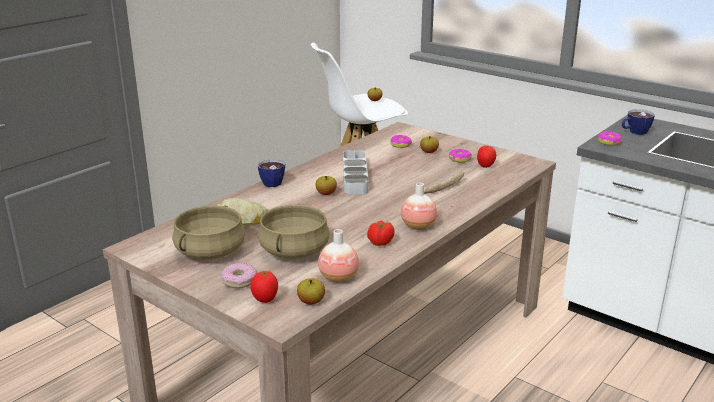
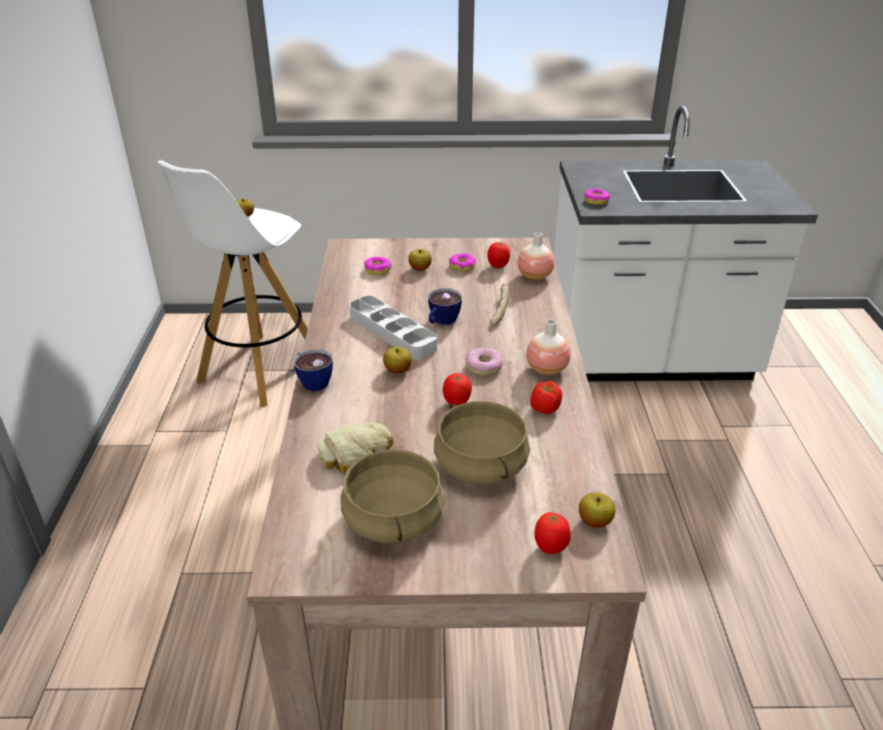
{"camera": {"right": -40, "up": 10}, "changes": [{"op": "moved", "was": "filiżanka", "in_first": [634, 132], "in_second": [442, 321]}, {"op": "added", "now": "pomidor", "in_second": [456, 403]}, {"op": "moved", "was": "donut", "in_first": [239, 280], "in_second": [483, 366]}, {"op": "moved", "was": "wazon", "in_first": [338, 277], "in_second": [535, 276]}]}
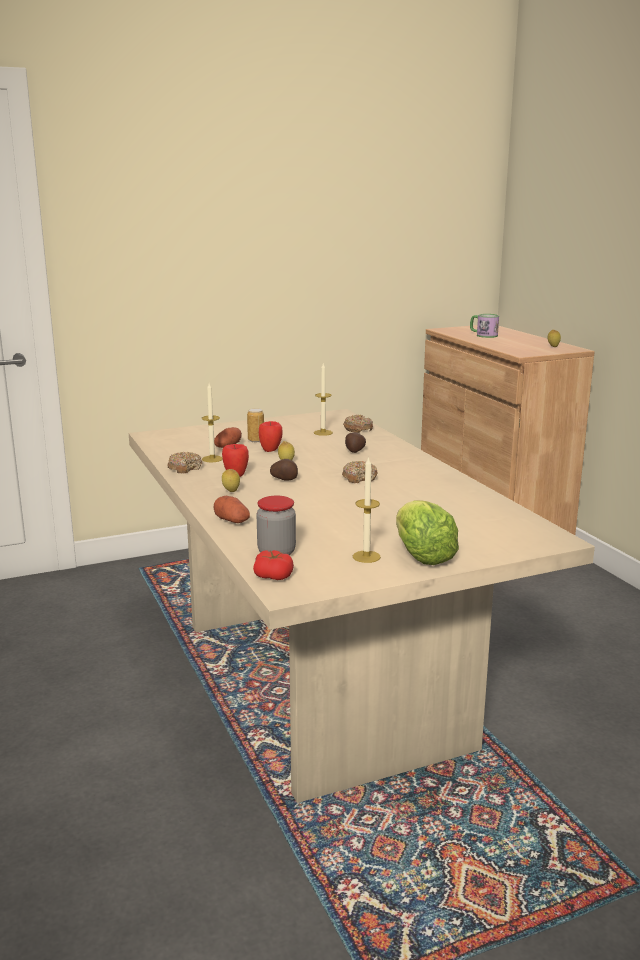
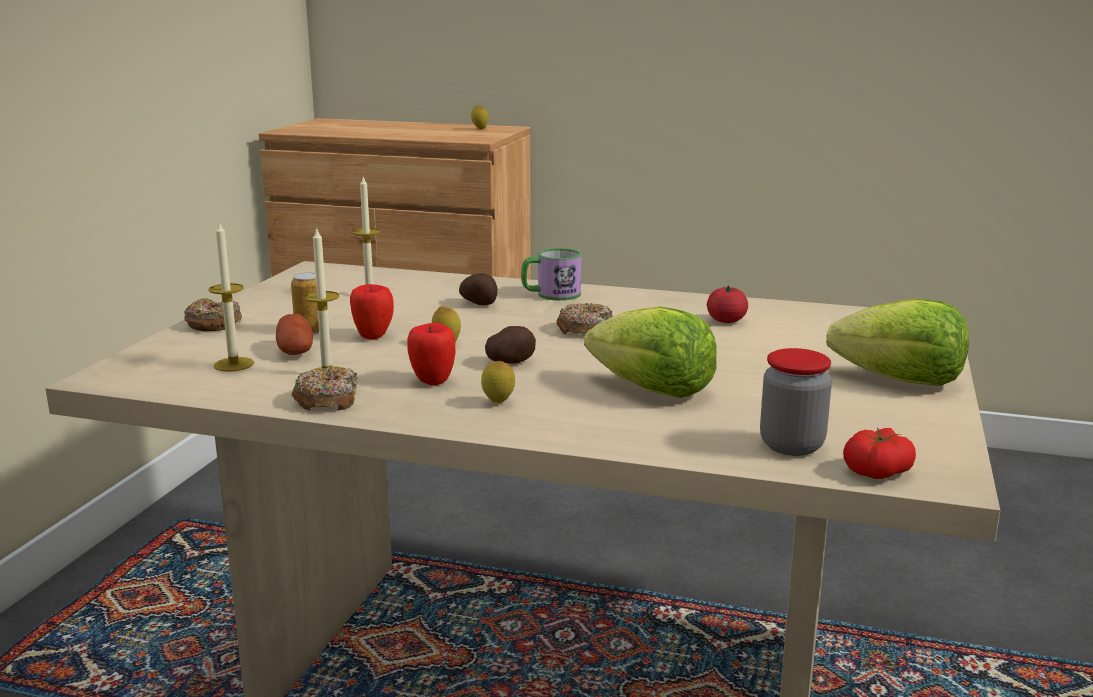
{"camera": {"right": -50, "up": 0}, "changes": [{"op": "moved", "was": "donut", "in_first": [357, 429], "in_second": [213, 324]}, {"op": "moved", "was": "świeca", "in_first": [366, 556], "in_second": [234, 364]}, {"op": "moved", "was": "kubek", "in_first": [483, 335], "in_second": [551, 295]}, {"op": "added", "now": "sałata", "in_second": [652, 390]}, {"op": "added", "now": "pomidor", "in_second": [726, 321]}, {"op": "removed", "was": "ziemniak", "in_first": [232, 520]}]}
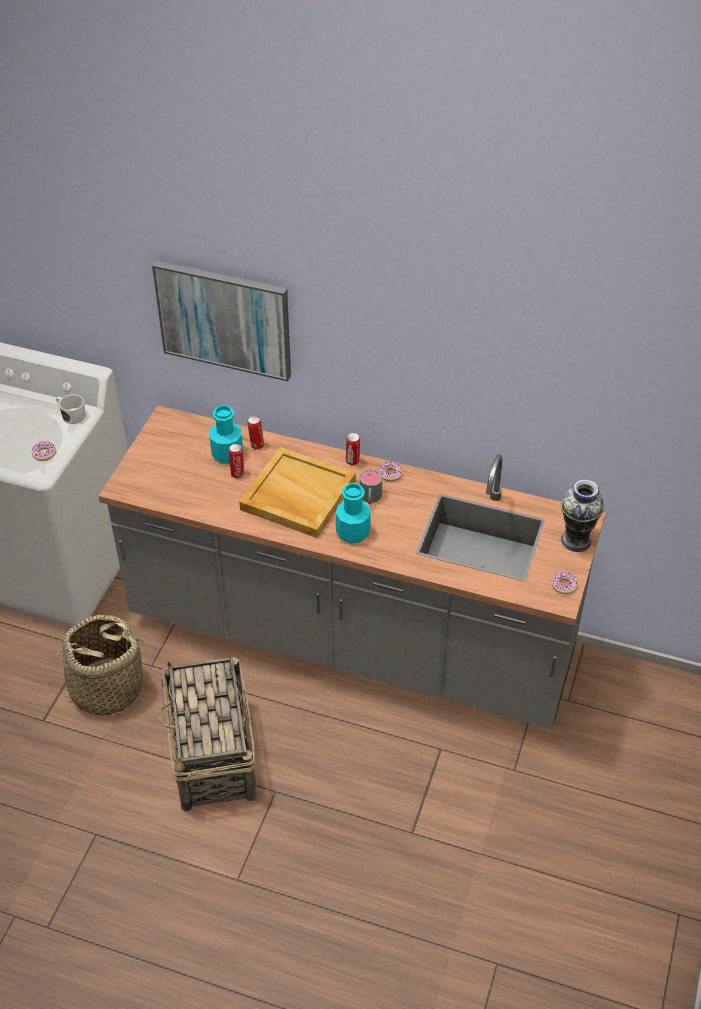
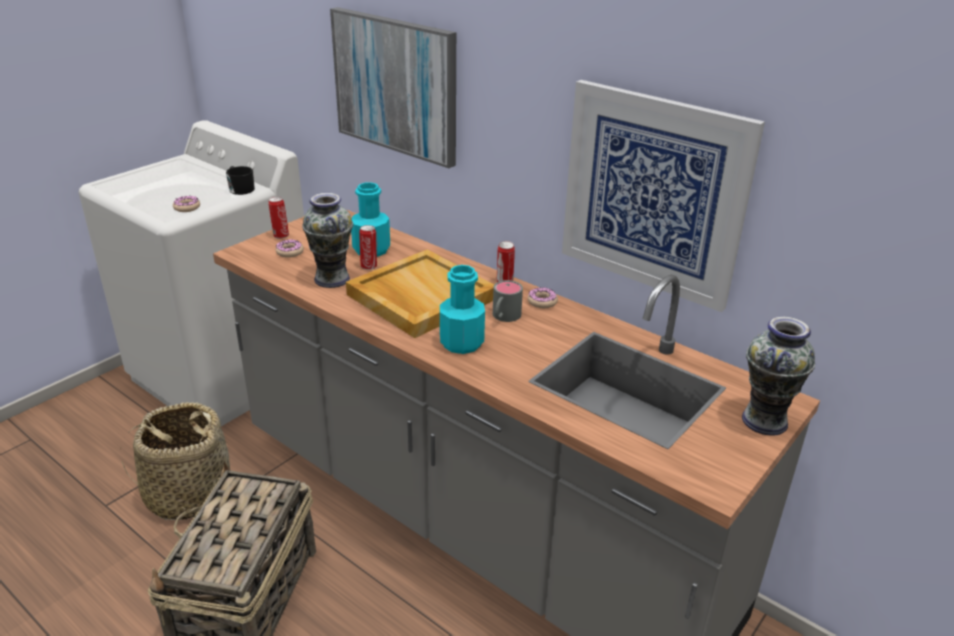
{"camera": {"right": 20, "up": -15}, "changes": [{"op": "recoloured", "was": "kubek (biały)", "now": "kubek (czarny)", "in_first": [71, 415], "in_second": [240, 188]}, {"op": "moved", "was": "puszka", "in_first": [256, 445], "in_second": [280, 235]}, {"op": "moved", "was": "donut", "in_first": [564, 585], "in_second": [290, 252]}, {"op": "added", "now": "wazon", "in_second": [331, 279]}, {"op": "added", "now": "obraz", "in_second": [653, 194]}]}
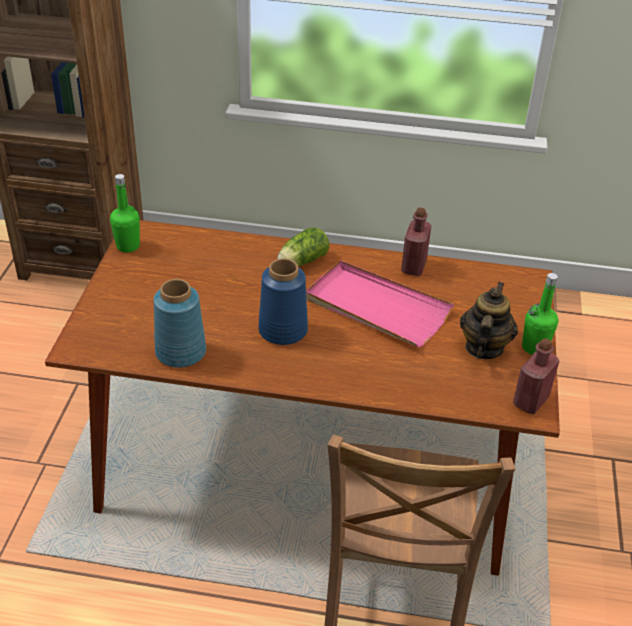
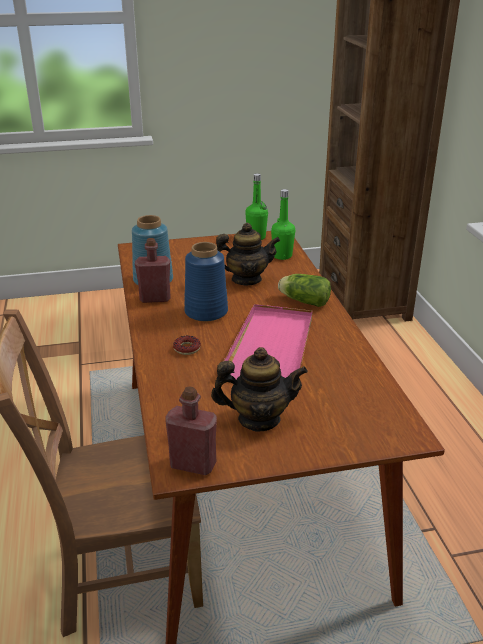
{"camera": {"right": 70, "up": -10}, "changes": [{"op": "moved", "was": "butelka (czerwony)", "in_first": [413, 267], "in_second": [155, 298]}, {"op": "added", "now": "donut", "in_second": [187, 348]}, {"op": "added", "now": "imbryk", "in_second": [246, 280]}, {"op": "moved", "was": "butelka (zielony)", "in_first": [534, 347], "in_second": [282, 256]}]}
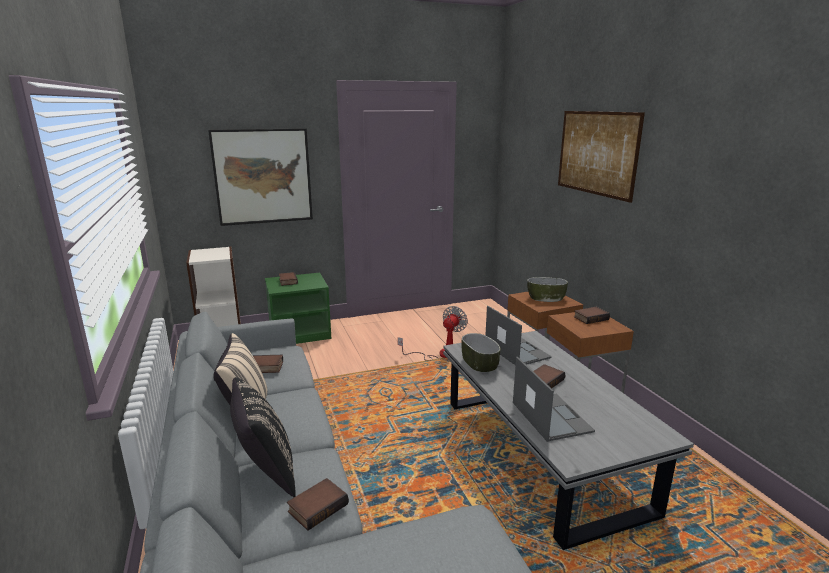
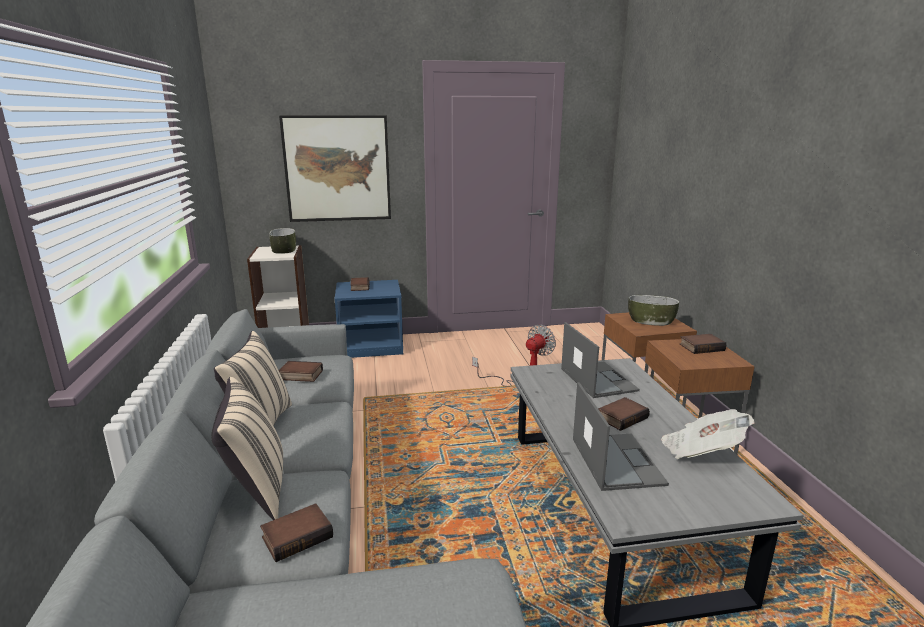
{"camera": {"right": 10, "up": 0}, "changes": [{"op": "recoloured", "was": "poduszka (czarny)", "now": "poduszka (beżowy)", "in_first": [266, 473], "in_second": [256, 490]}, {"op": "moved", "was": "miska", "in_first": [479, 364], "in_second": [283, 250]}, {"op": "recoloured", "was": "szafka nocna (zielony)", "now": "szafka nocna (niebieski)", "in_first": [300, 333], "in_second": [371, 346]}, {"op": "added", "now": "gazeta", "in_second": [701, 451]}, {"op": "removed", "was": "obraz", "in_first": [596, 153]}]}
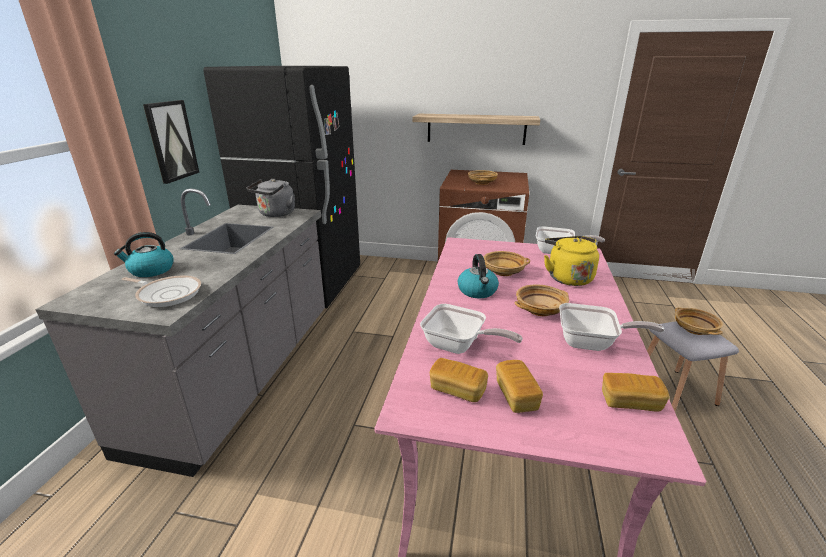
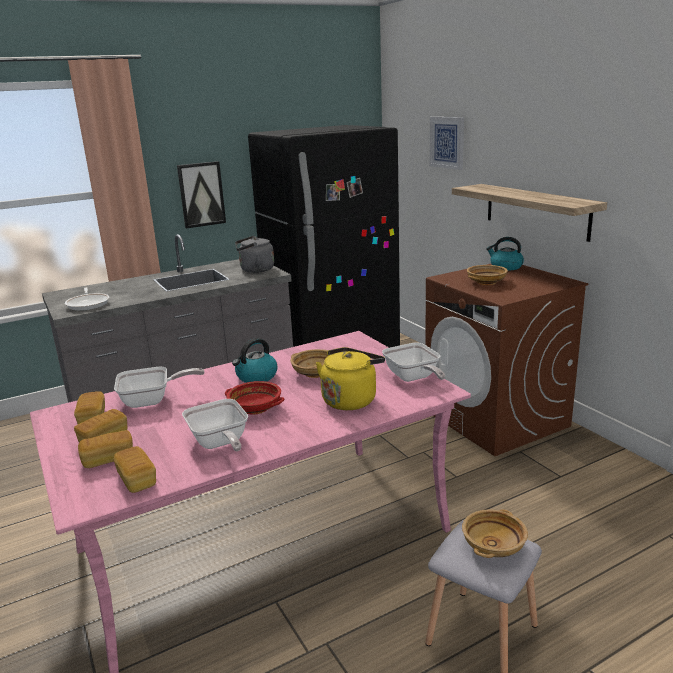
{"camera": {"right": 50, "up": -5}, "changes": [{"op": "added", "now": "chleb", "in_second": [108, 459]}, {"op": "turned", "was": "patelnia", "in_first": [459, 346], "in_second": [152, 400], "clockwise": -90}, {"op": "recoloured", "was": "miska (beżowy)", "now": "miska (czerwony)", "in_first": [540, 310], "in_second": [256, 408]}, {"op": "added", "now": "obraz", "in_second": [447, 142]}, {"op": "moved", "was": "czajnik", "in_first": [151, 270], "in_second": [505, 267]}]}
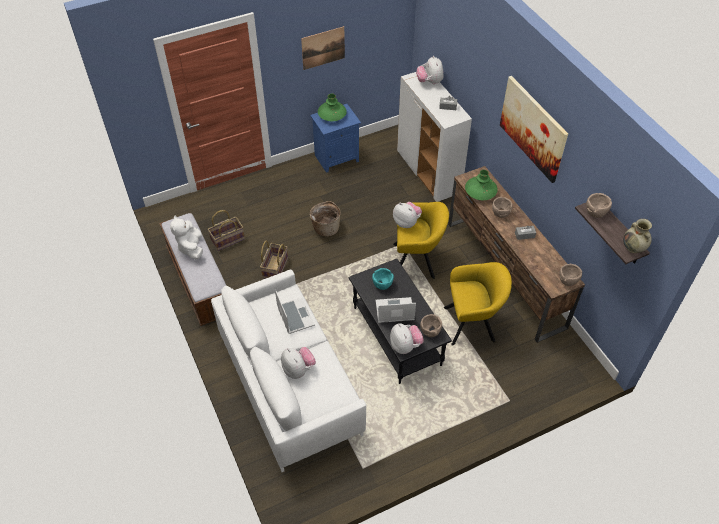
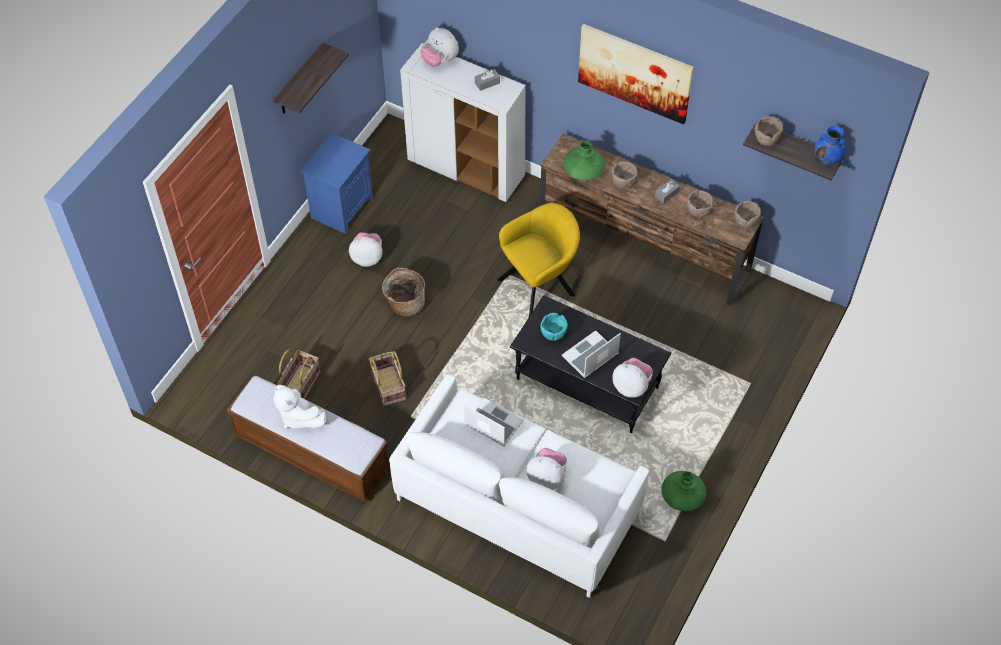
{"camera": {"right": -35, "up": 5}, "changes": [{"op": "replaced", "was": "obraz", "now": "półka", "in_first": [323, 48], "in_second": [299, 81]}, {"op": "moved", "was": "pluszak", "in_first": [406, 222], "in_second": [367, 258]}, {"op": "moved", "was": "wazon (zielony)", "in_first": [332, 115], "in_second": [683, 495]}, {"op": "moved", "was": "miska (brązowy)", "in_first": [430, 331], "in_second": [698, 210]}, {"op": "recoloured", "was": "wazon (beżowy)", "now": "wazon (niebieski)", "in_first": [633, 248], "in_second": [827, 159]}, {"op": "removed", "was": "fotel (żółty)", "in_first": [472, 324]}]}
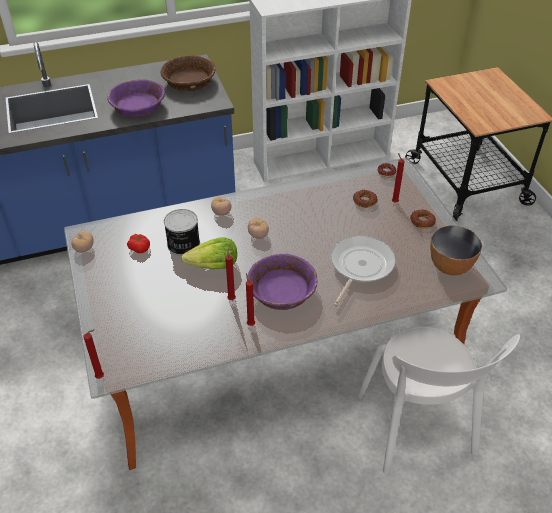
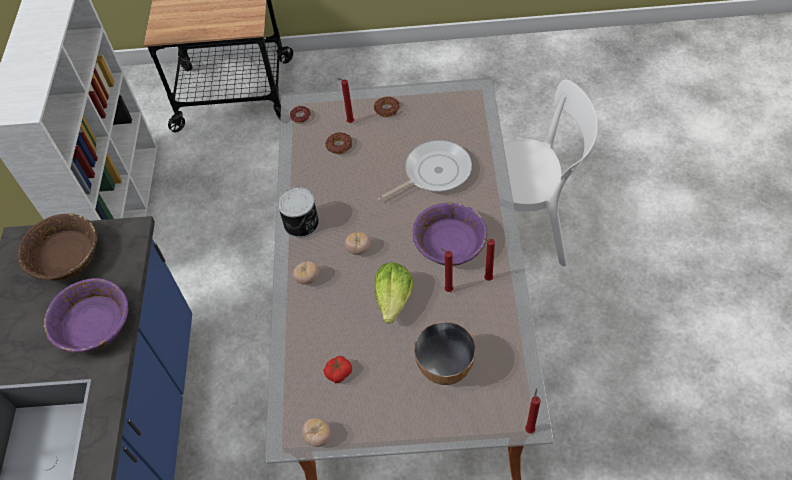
{"camera": {"right": -70, "up": 10}, "changes": [{"op": "moved", "was": "puszka", "in_first": [183, 245], "in_second": [302, 223]}, {"op": "turned", "was": "patelnia", "in_first": [360, 266], "in_second": [434, 172], "clockwise": 105}, {"op": "moved", "was": "miska", "in_first": [450, 267], "in_second": [445, 367]}]}
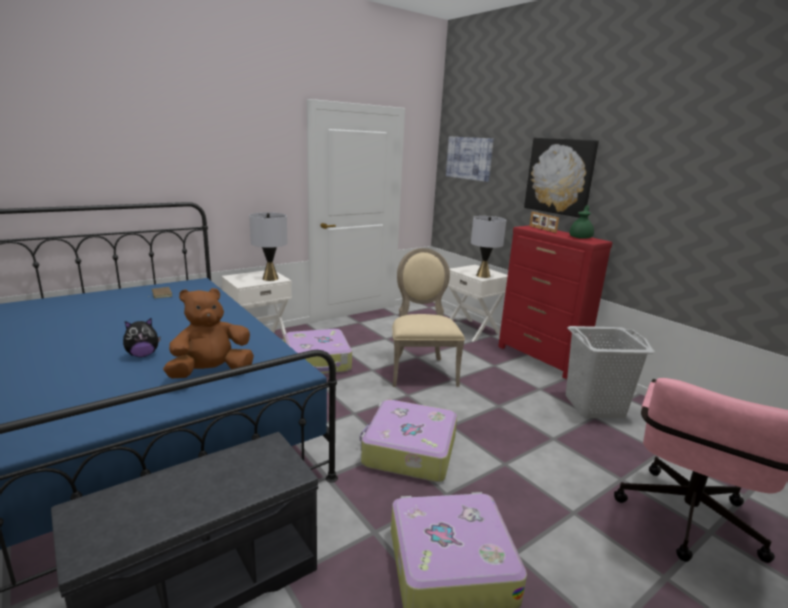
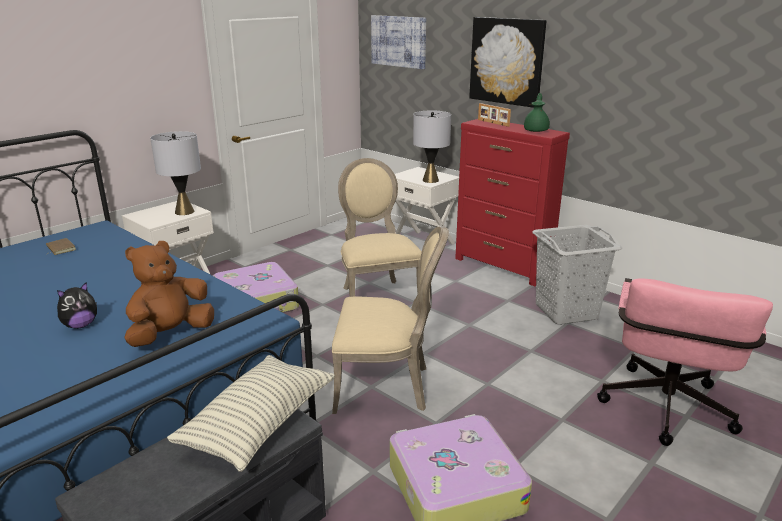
{"camera": {"right": -10, "up": 5}, "changes": [{"op": "added", "now": "poduszka", "in_second": [259, 424]}, {"op": "replaced", "was": "walizka", "now": "krzesło (beżowy)", "in_first": [408, 451], "in_second": [386, 386]}]}
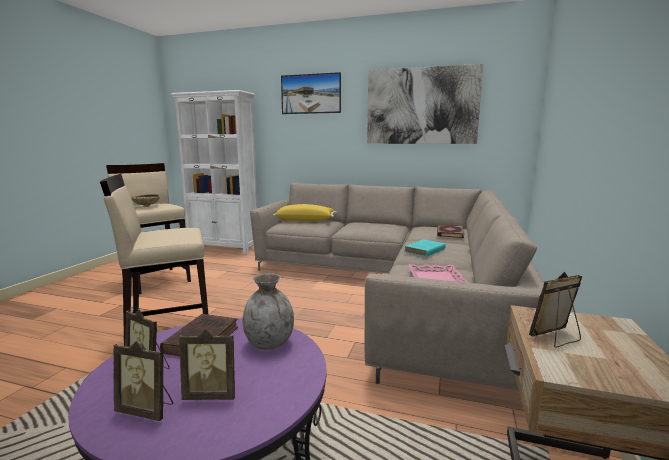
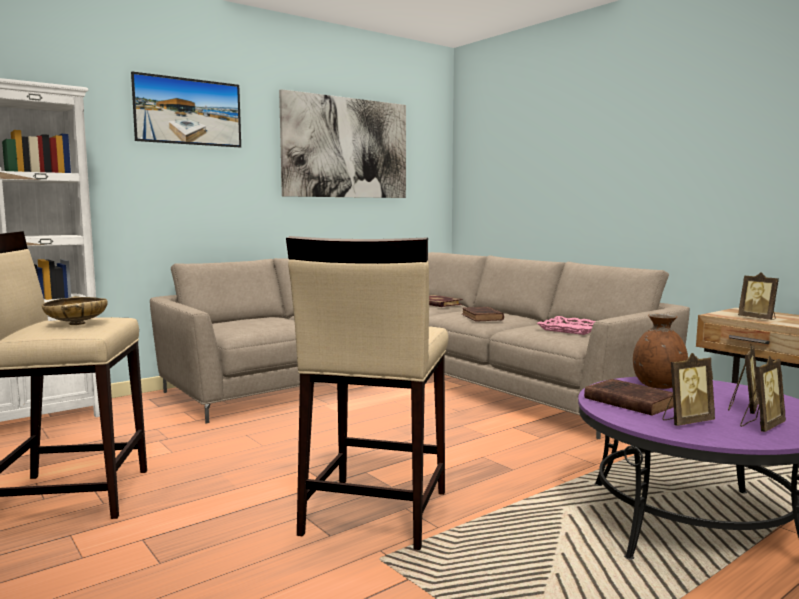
{"camera": {"right": -55, "up": -5}, "changes": [{"op": "recoloured", "was": "książka (turkusowy)", "now": "książka (brązowy)", "in_first": [424, 250], "in_second": [482, 317]}, {"op": "recoloured", "was": "wazon (szary)", "now": "wazon (brązowy)", "in_first": [270, 343], "in_second": [658, 386]}, {"op": "turned", "was": "ramka na zdjęcie", "in_first": [556, 338], "in_second": [758, 318], "clockwise": -45}, {"op": "removed", "was": "poduszka (żółty)", "in_first": [305, 220]}]}
